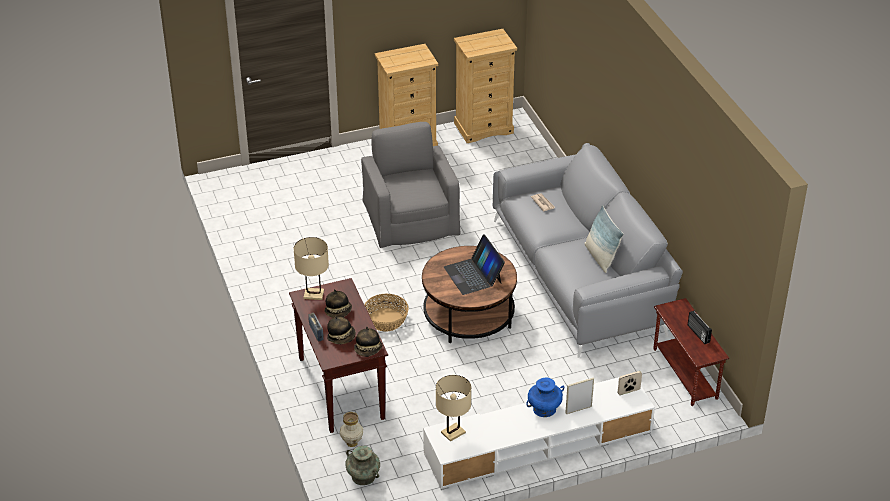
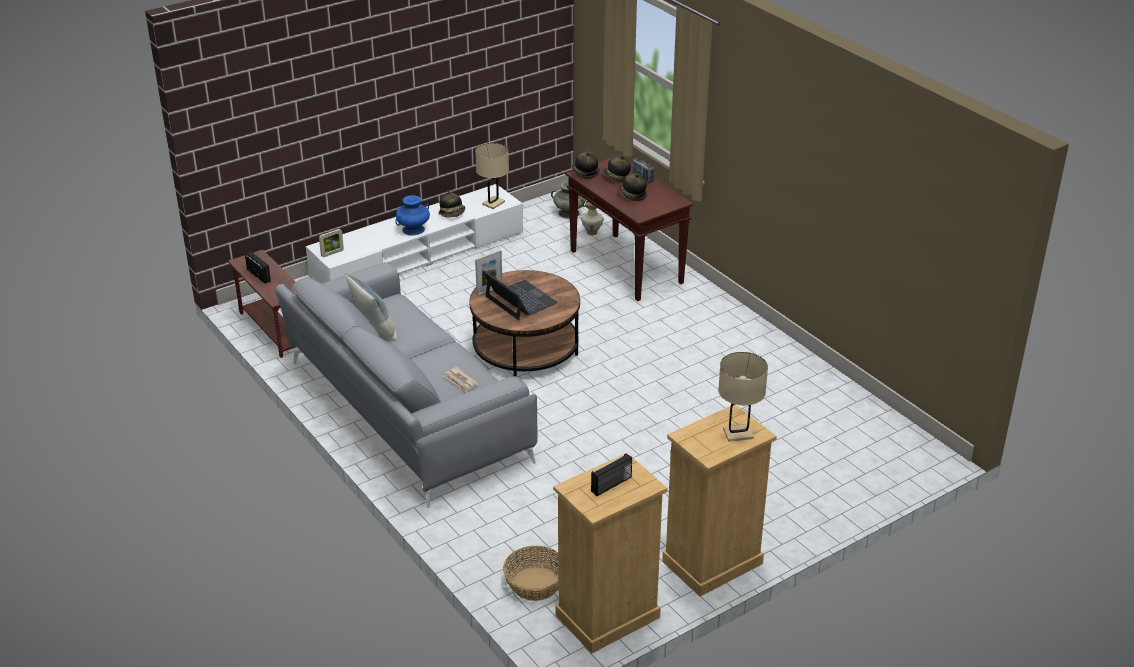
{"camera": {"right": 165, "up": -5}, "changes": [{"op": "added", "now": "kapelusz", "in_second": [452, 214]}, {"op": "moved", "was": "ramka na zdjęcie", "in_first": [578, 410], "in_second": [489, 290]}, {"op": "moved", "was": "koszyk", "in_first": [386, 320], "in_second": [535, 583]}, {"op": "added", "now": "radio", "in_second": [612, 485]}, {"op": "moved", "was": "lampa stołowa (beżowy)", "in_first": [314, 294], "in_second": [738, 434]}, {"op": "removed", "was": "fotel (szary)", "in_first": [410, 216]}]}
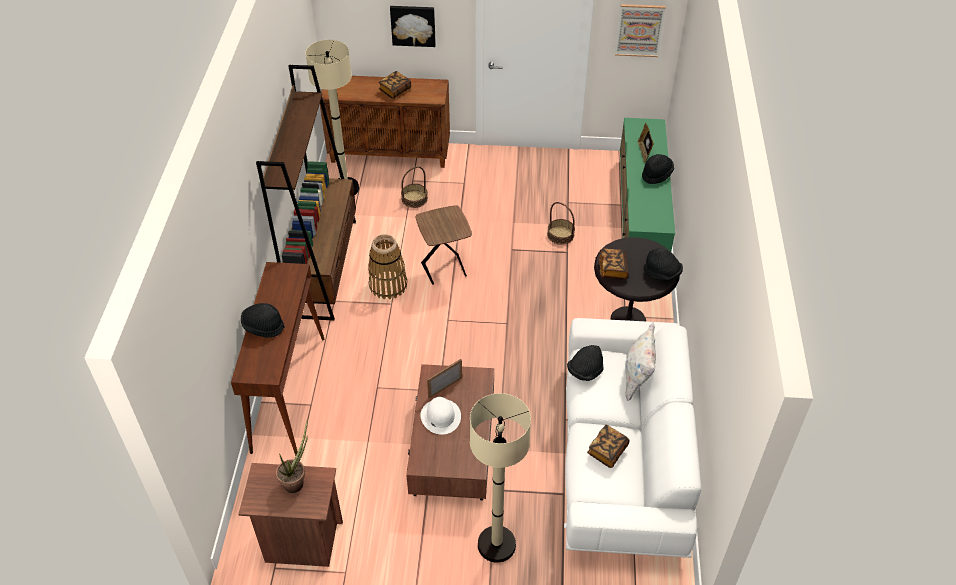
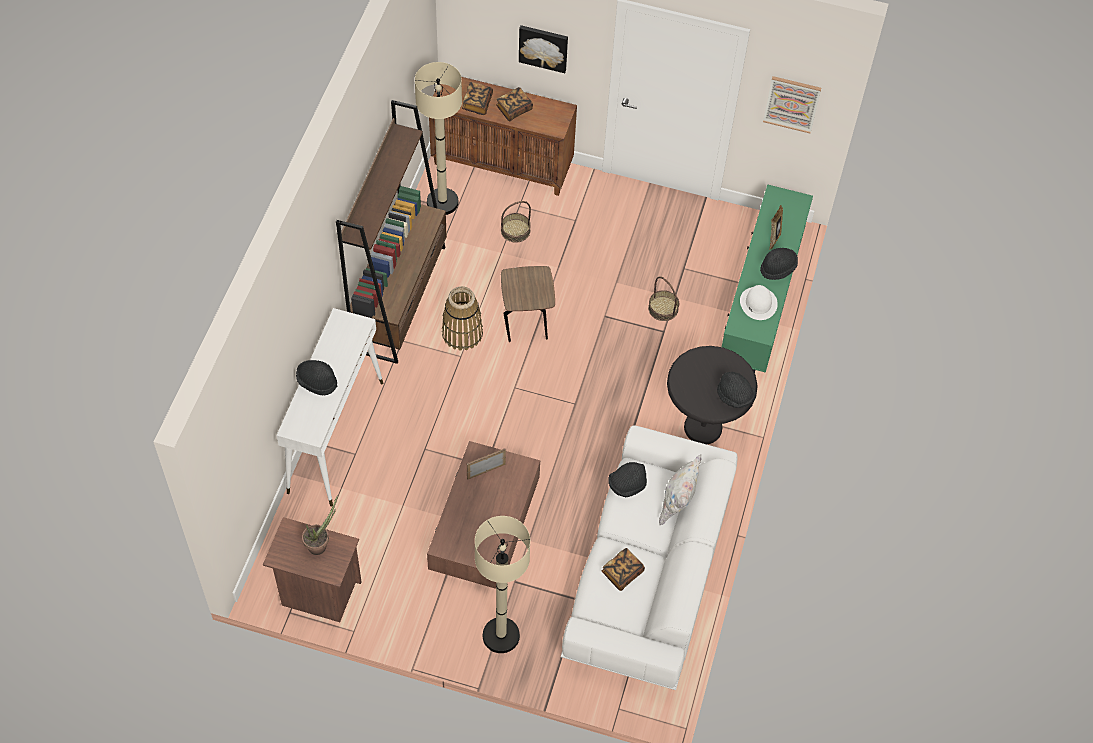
{"camera": {"right": 10, "up": 10}, "changes": [{"op": "recoloured", "was": "stolik konsolowy (brązowy)", "now": "stolik konsolowy (biały)", "in_first": [289, 392], "in_second": [336, 436]}, {"op": "moved", "was": "książka", "in_first": [612, 269], "in_second": [477, 103]}, {"op": "moved", "was": "kapelusz (biały)", "in_first": [440, 416], "in_second": [758, 303]}]}
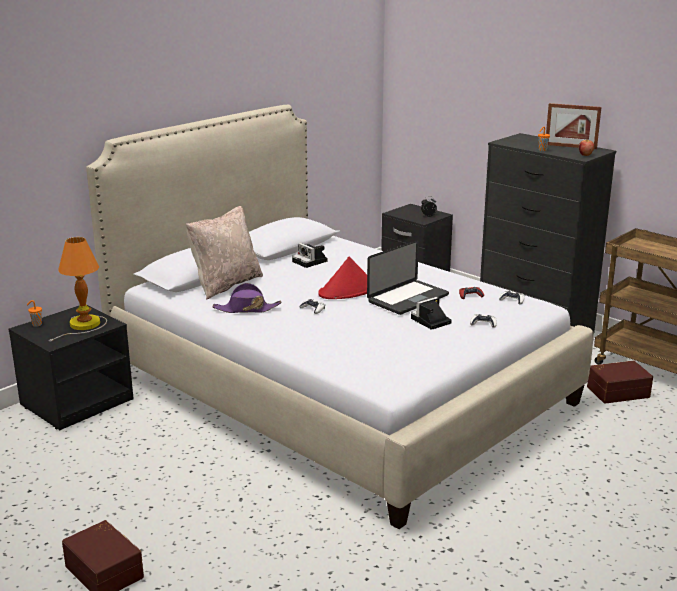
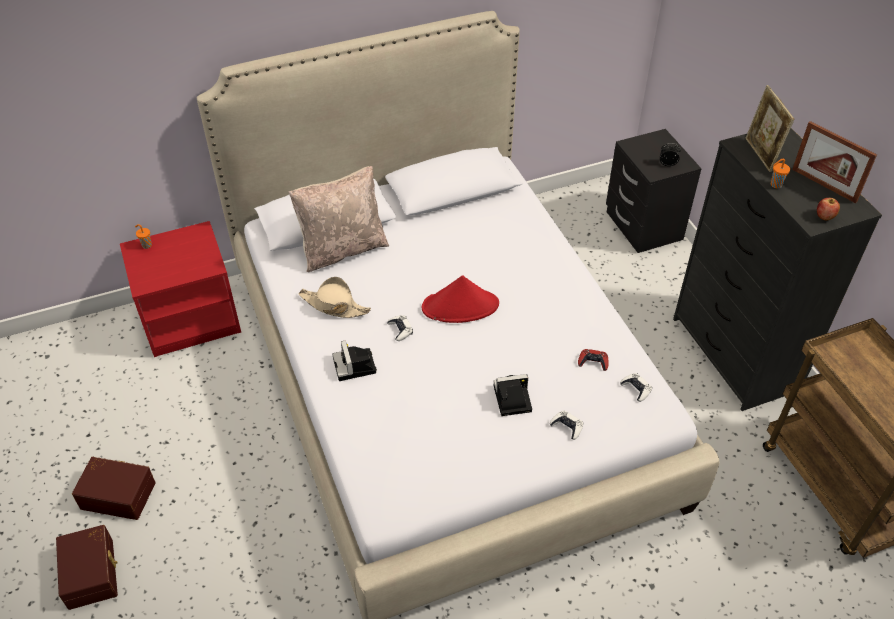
{"camera": {"right": 25, "up": 25}, "changes": [{"op": "moved", "was": "pojemnik do przechowywania (brązowy)", "in_first": [617, 391], "in_second": [118, 494]}, {"op": "recoloured", "was": "szafka nocna (czarny)", "now": "szafka nocna (czerwony)", "in_first": [77, 402], "in_second": [191, 317]}, {"op": "recoloured", "was": "kapelusz (fioletowy)", "now": "kapelusz (beżowy)", "in_first": [246, 309], "in_second": [334, 305]}, {"op": "moved", "was": "aparat fotograficzny", "in_first": [311, 262], "in_second": [355, 367]}, {"op": "added", "now": "ramka na zdjęcie", "in_second": [760, 155]}, {"op": "removed", "was": "lampa stołowa", "in_first": [84, 325]}, {"op": "removed", "was": "laptop", "in_first": [408, 299]}]}
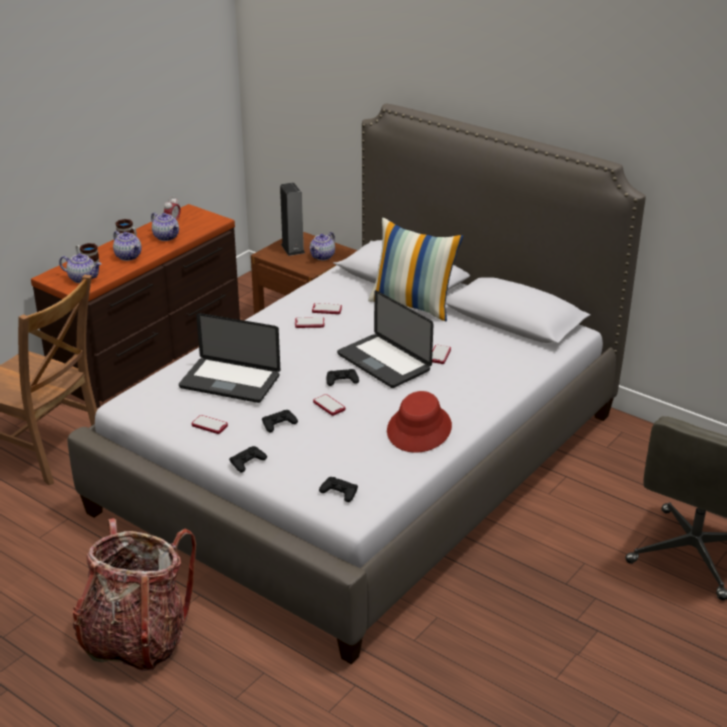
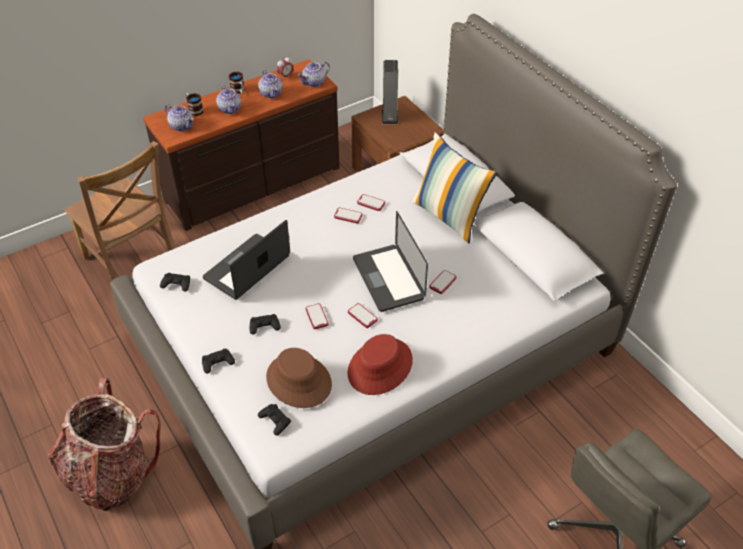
{"camera": {"right": 20, "up": 15}, "changes": [{"op": "moved", "was": "pad do gier (czarny)", "in_first": [342, 380], "in_second": [176, 284]}, {"op": "turned", "was": "laptop", "in_first": [230, 382], "in_second": [247, 268], "clockwise": 90}, {"op": "added", "now": "kapelusz (brązowy)", "in_second": [298, 381]}, {"op": "moved", "was": "imbryk", "in_first": [323, 257], "in_second": [314, 83]}, {"op": "moved", "was": "telefon", "in_first": [209, 425], "in_second": [362, 316]}]}
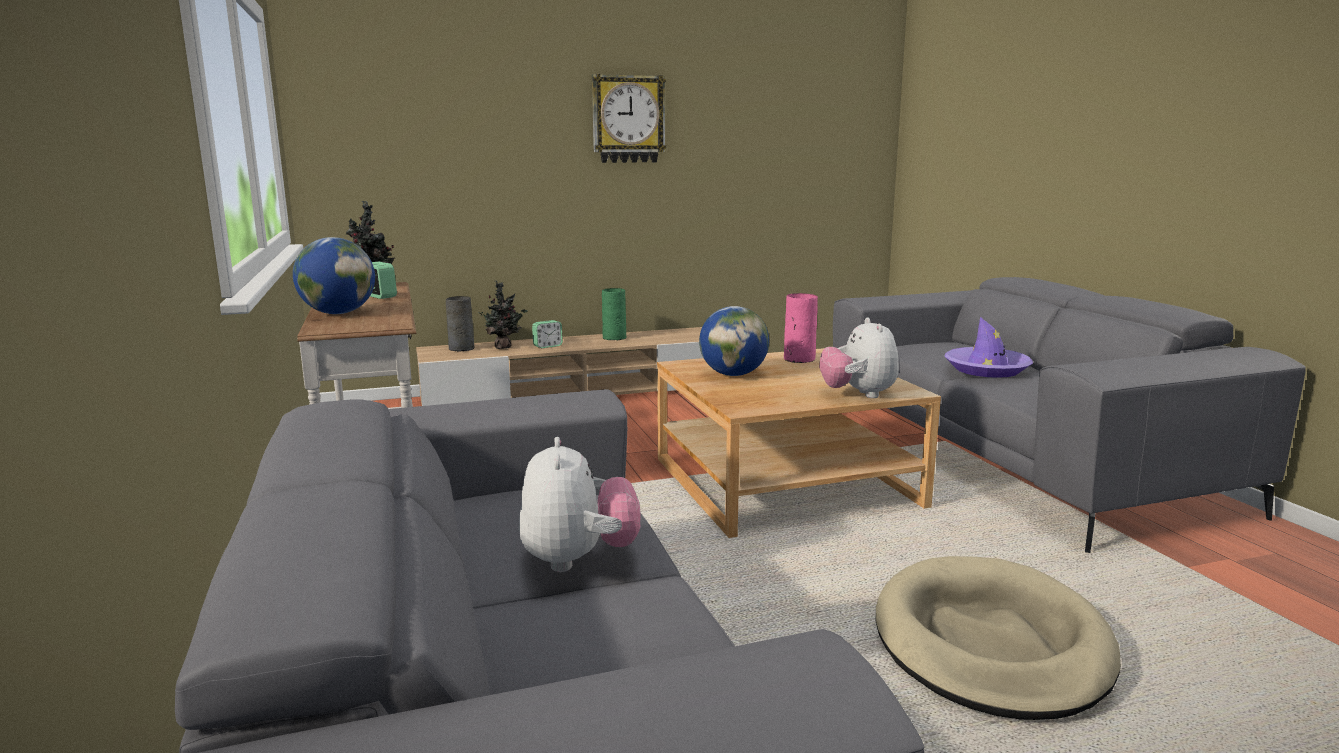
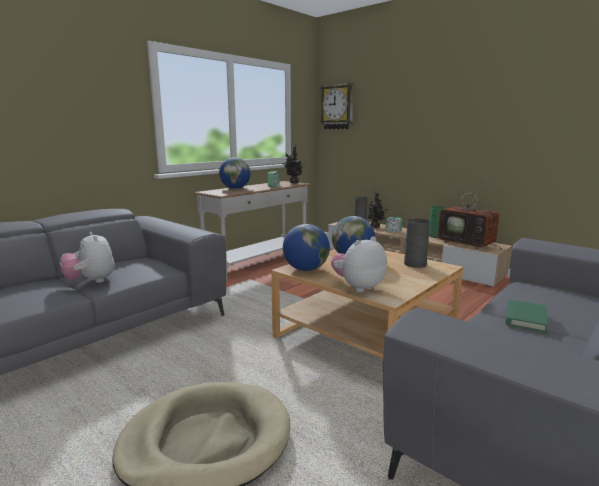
{"camera": {"right": 60, "up": 0}, "changes": [{"op": "turned", "was": "pluszak", "in_first": [579, 560], "in_second": [91, 281], "clockwise": 90}, {"op": "added", "now": "globus", "in_second": [306, 269]}, {"op": "moved", "was": "zegar ścienny", "in_first": [628, 119], "in_second": [337, 107]}, {"op": "recoloured", "was": "wazon (różowy)", "now": "wazon (szary)", "in_first": [798, 359], "in_second": [414, 264]}, {"op": "added", "now": "telewizor", "in_second": [468, 244]}, {"op": "replaced", "was": "kapelusz (fioletowy)", "now": "książka (zielony)", "in_first": [986, 369], "in_second": [525, 318]}]}
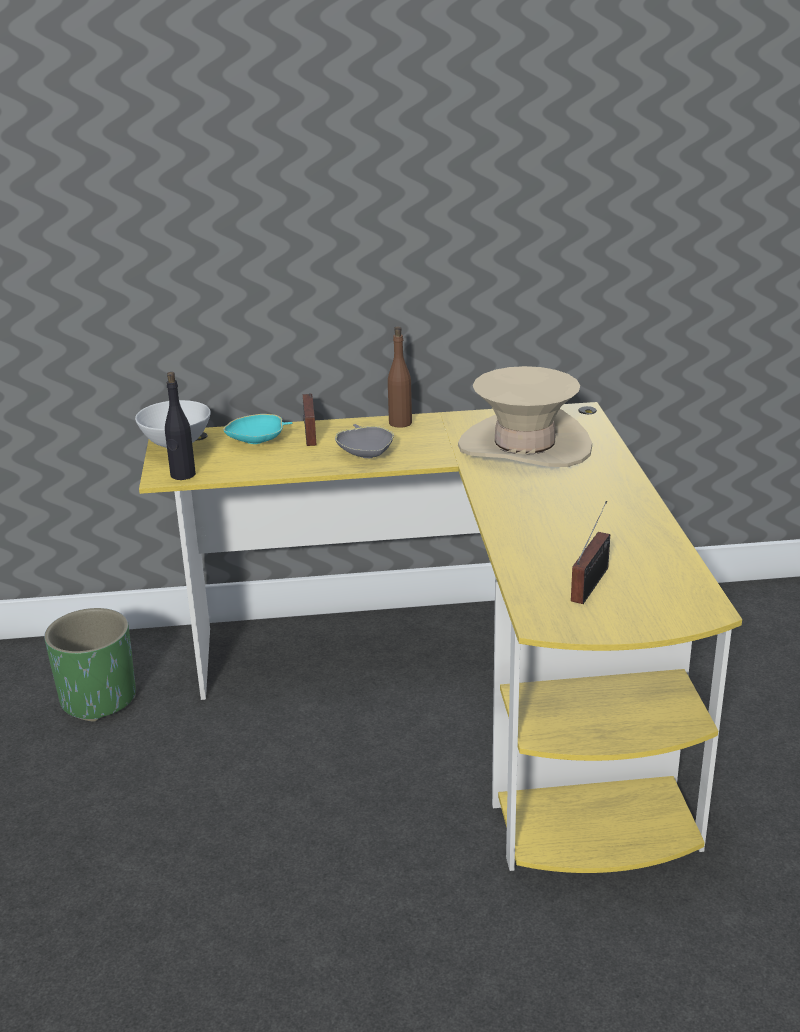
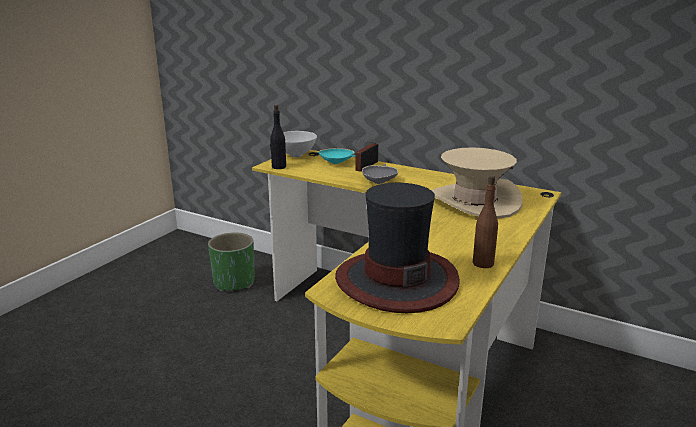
{"camera": {"right": 35, "up": -5}, "changes": [{"op": "replaced", "was": "radio", "now": "kapelusz", "in_first": [592, 582], "in_second": [396, 280]}, {"op": "moved", "was": "butelka (brązowy)", "in_first": [400, 423], "in_second": [483, 263]}]}
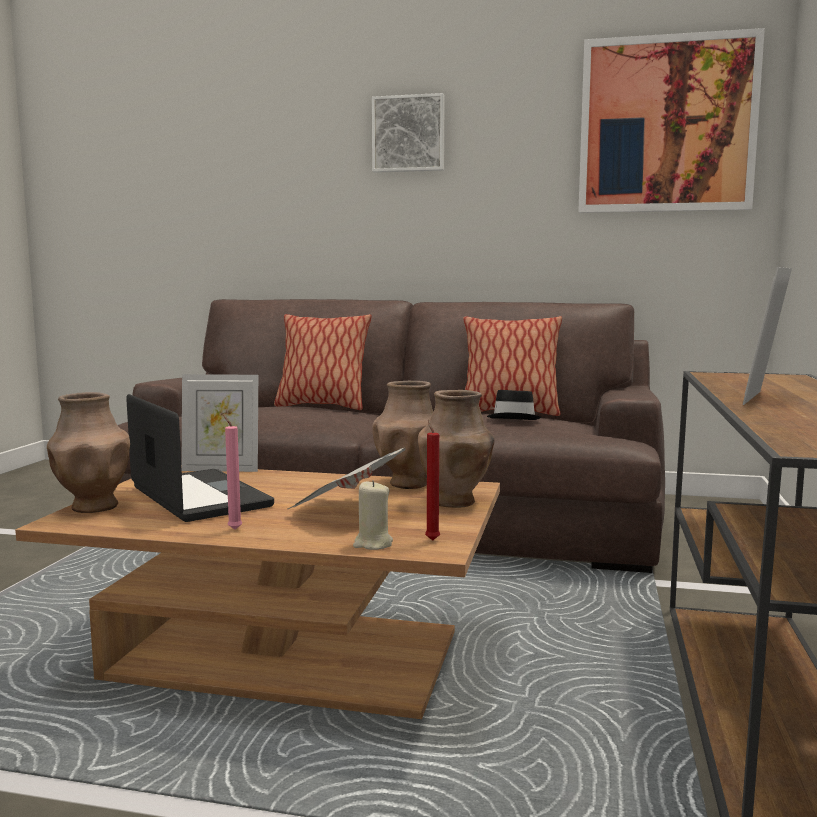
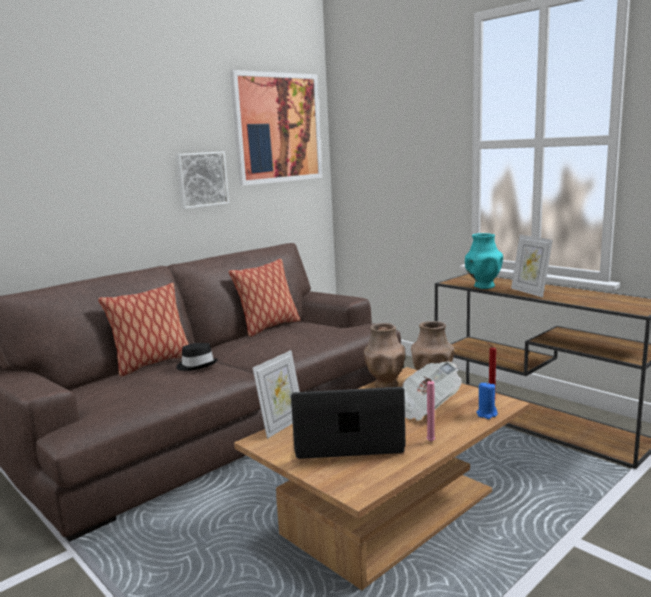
{"camera": {"right": -55, "up": 5}, "changes": [{"op": "moved", "was": "obraz", "in_first": [408, 134], "in_second": [201, 179]}, {"op": "moved", "was": "kapelusz (czarny)", "in_first": [514, 419], "in_second": [197, 365]}, {"op": "added", "now": "wazon (turkusowy)", "in_second": [483, 286]}, {"op": "recoloured", "was": "świeca (beżowy)", "now": "świeca (niebieski)", "in_first": [373, 544], "in_second": [486, 414]}, {"op": "removed", "was": "wazon (brązowy)", "in_first": [93, 507]}]}
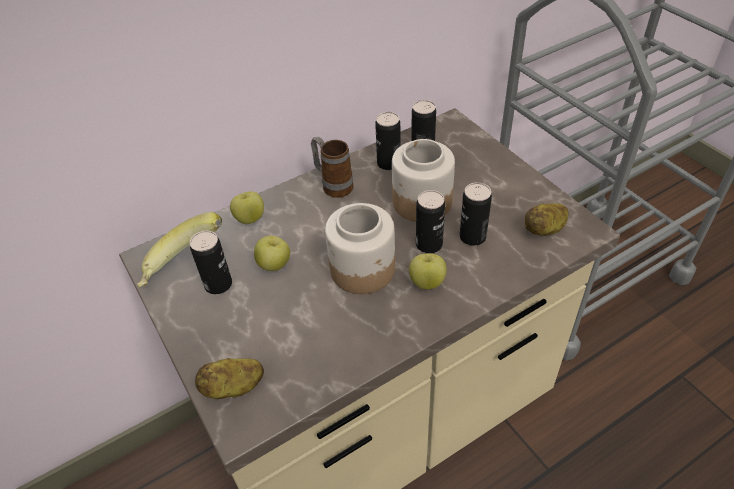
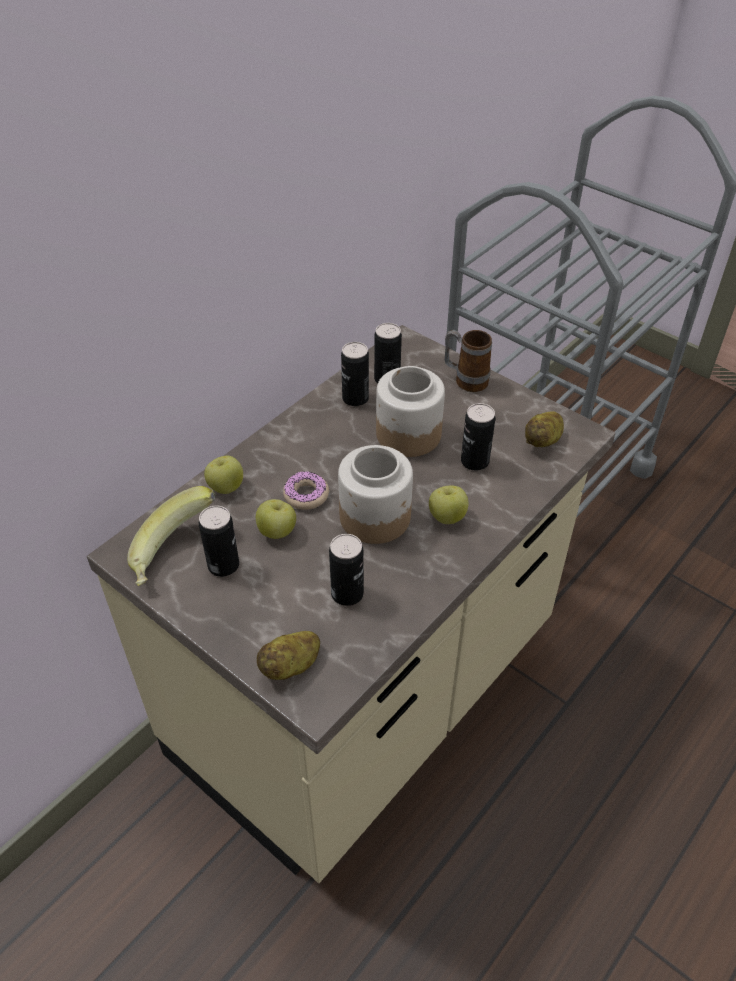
{"camera": {"right": -20, "up": 0}, "changes": [{"op": "added", "now": "donut", "in_second": [306, 495]}, {"op": "moved", "was": "puszka", "in_first": [429, 244], "in_second": [347, 593]}, {"op": "moved", "was": "kubek", "in_first": [333, 185], "in_second": [465, 380]}]}
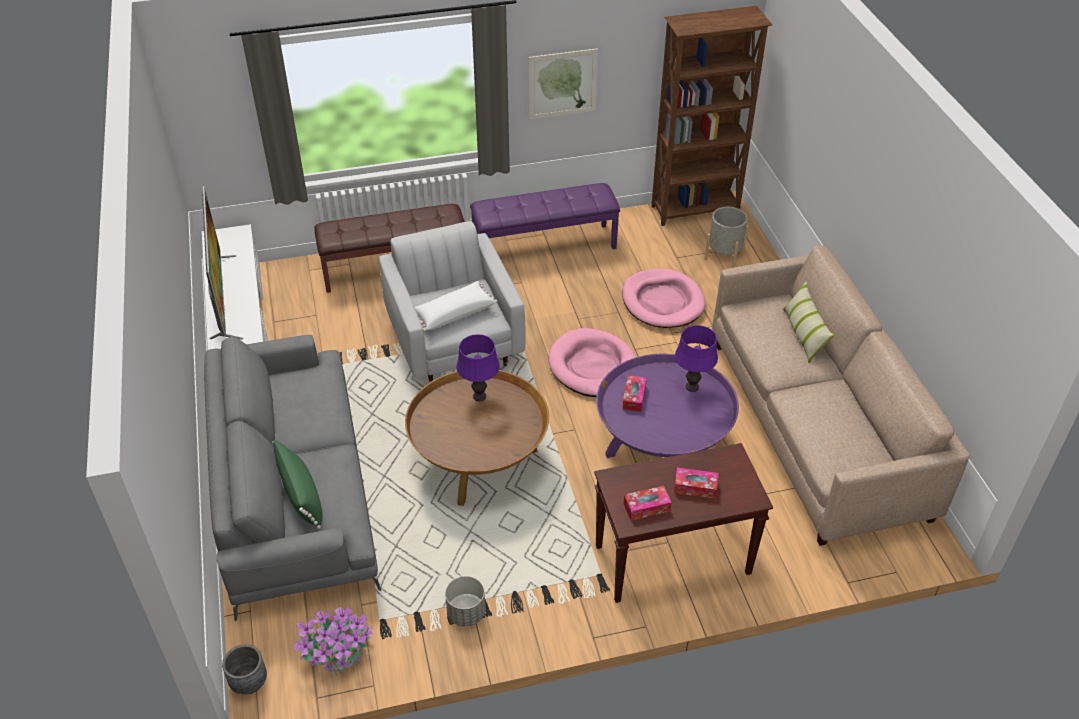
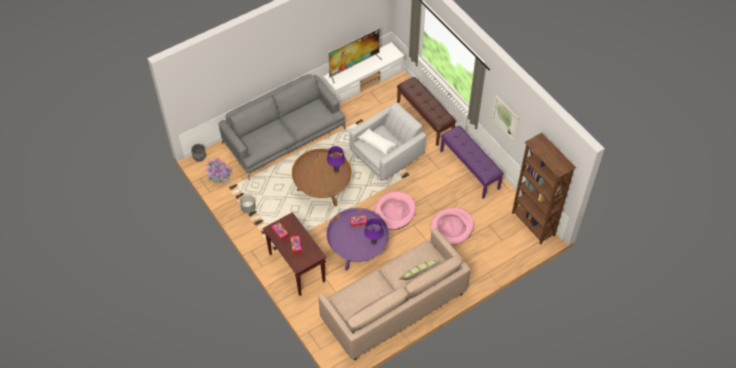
{"camera": {"right": 70, "up": 10}, "changes": [{"op": "removed", "was": "poduszka (zielony)", "in_first": [301, 495]}, {"op": "removed", "was": "donica (szary)", "in_first": [724, 255]}]}
